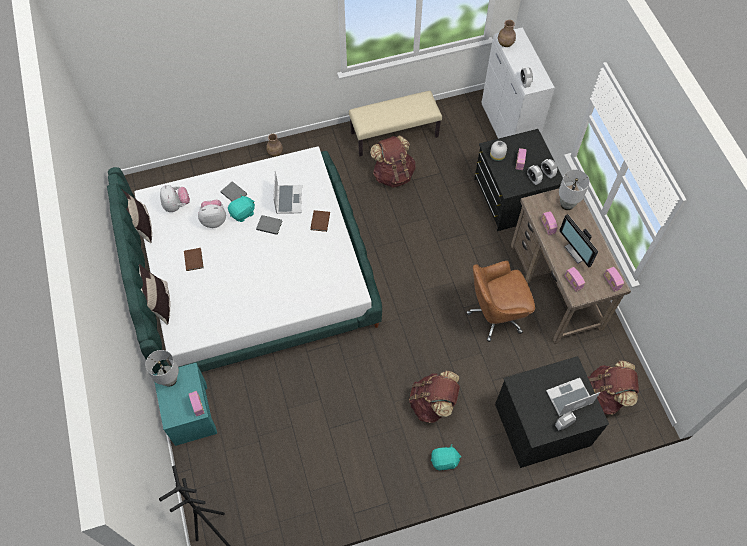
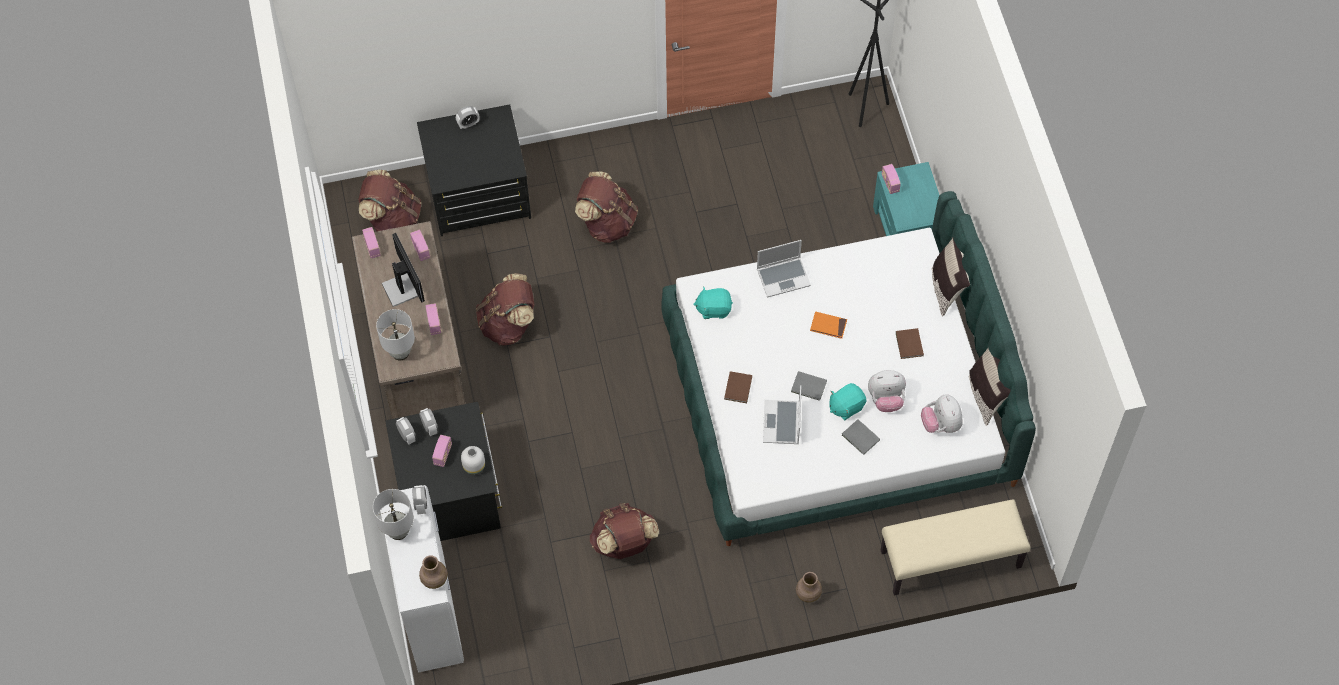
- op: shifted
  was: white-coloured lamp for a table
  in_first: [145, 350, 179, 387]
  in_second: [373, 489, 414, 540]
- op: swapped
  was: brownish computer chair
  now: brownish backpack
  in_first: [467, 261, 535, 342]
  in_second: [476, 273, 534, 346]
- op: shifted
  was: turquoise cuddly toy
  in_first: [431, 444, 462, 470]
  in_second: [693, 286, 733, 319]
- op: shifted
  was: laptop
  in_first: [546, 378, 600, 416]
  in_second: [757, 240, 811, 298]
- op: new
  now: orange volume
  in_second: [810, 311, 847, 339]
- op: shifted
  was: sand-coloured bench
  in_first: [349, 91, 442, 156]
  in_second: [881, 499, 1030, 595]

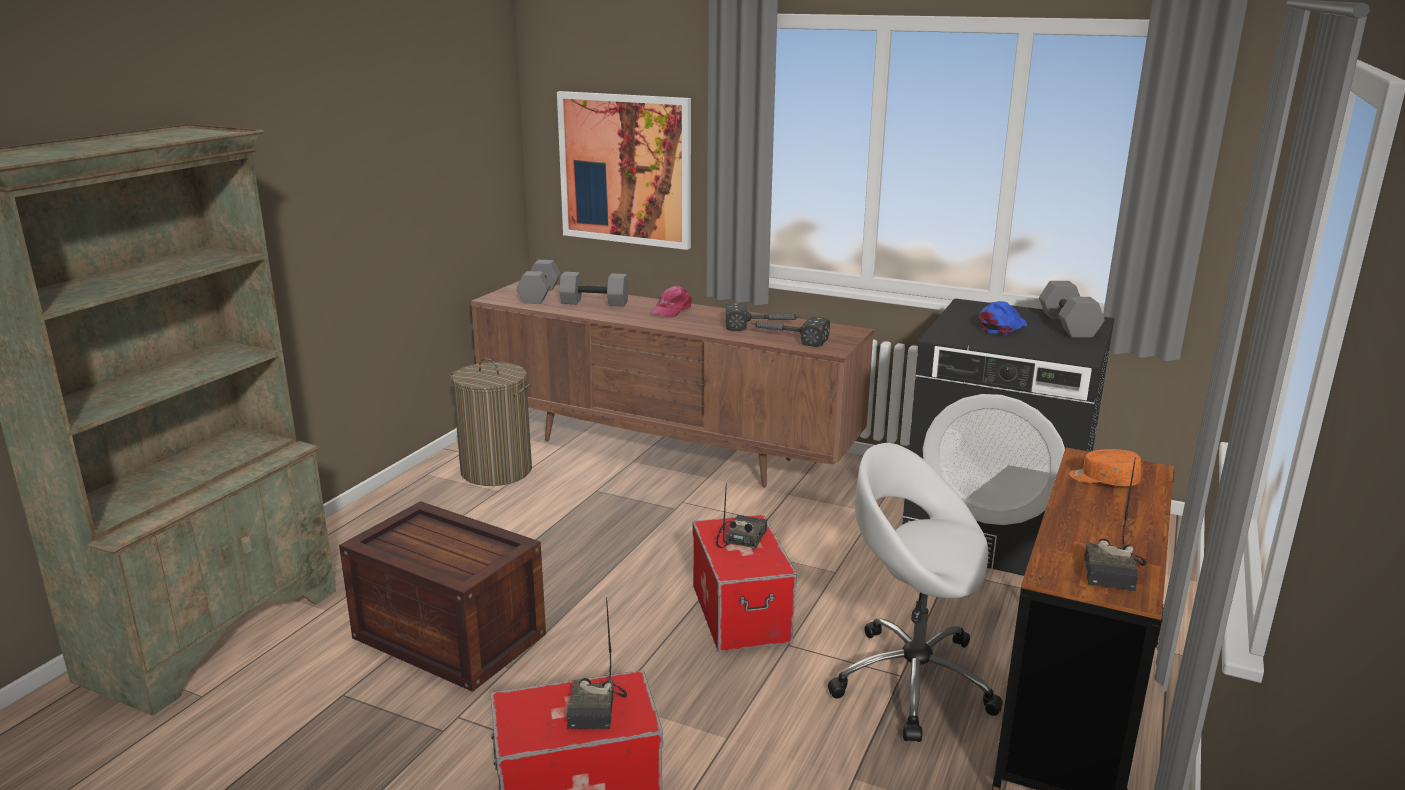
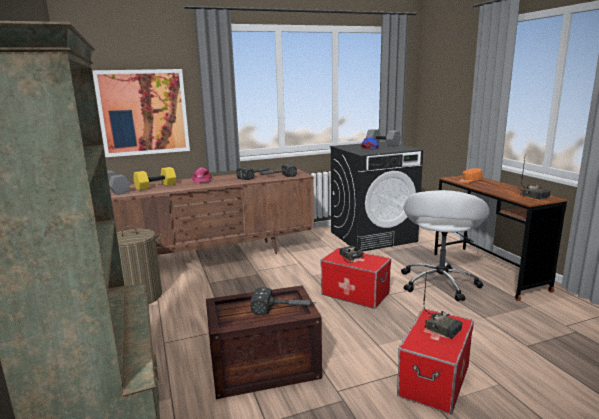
- op: repainted
  was: grey free weight
  now: yellow-coloured free weight
  in_first: [559, 272, 629, 306]
  in_second: [133, 167, 176, 190]
- op: new
  now: tool hammer
  in_second: [251, 287, 316, 315]
- op: rotated
  was: white-coloured computer chair
  in_first: [828, 443, 1003, 742]
  in_second: [401, 190, 489, 301]
  clockwise: -45

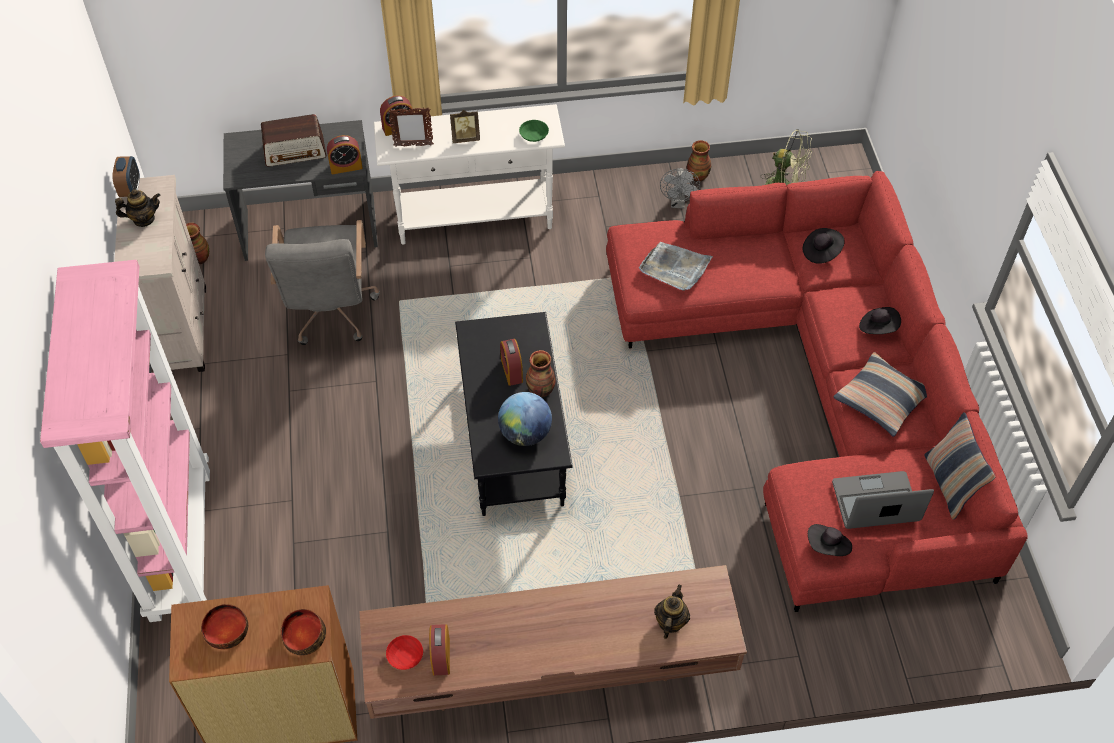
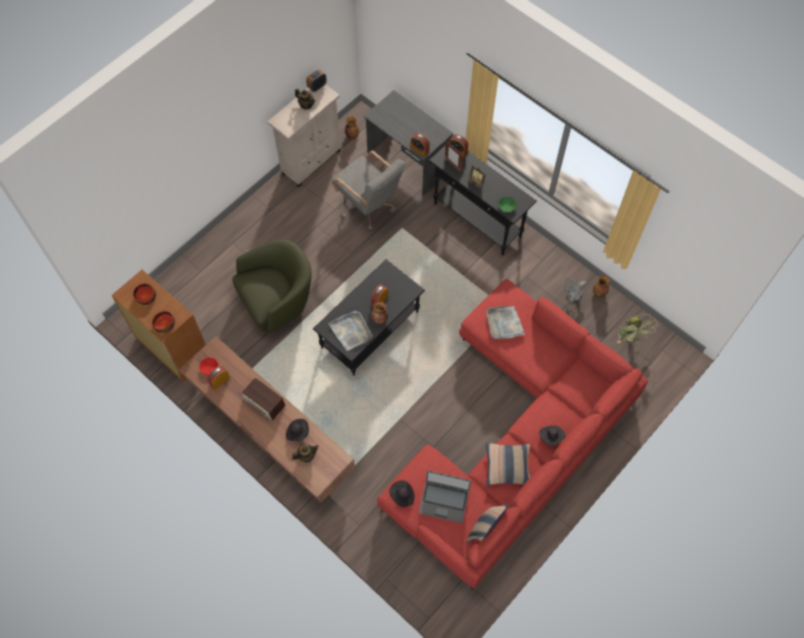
- op: new
  now: green lounge chair
  in_second: [232, 240, 312, 334]
- op: shifted
  was: radio
  in_first: [261, 114, 326, 167]
  in_second: [242, 378, 286, 421]
- op: shifted
  was: black clothing hat
  in_first: [803, 228, 845, 264]
  in_second: [286, 419, 309, 441]
- op: swapped
  was: world globe
  now: grey carrying tray
  in_first: [498, 392, 552, 446]
  in_second: [328, 311, 372, 351]
- op: rotated
  was: grey computer chair
  in_first: [265, 220, 380, 345]
  in_second: [332, 150, 405, 231]
  clockwise: -90
- op: rotated
  was: laptop
  in_first: [832, 471, 934, 529]
  in_second: [419, 471, 471, 523]
  clockwise: 150
- op: repainted
  was: white-coloured console table
  now: black console table
  in_first: [373, 104, 565, 245]
  in_second: [429, 146, 537, 256]
- op: gone
  was: pink-coloured bookshelf
  in_first: [40, 260, 210, 622]

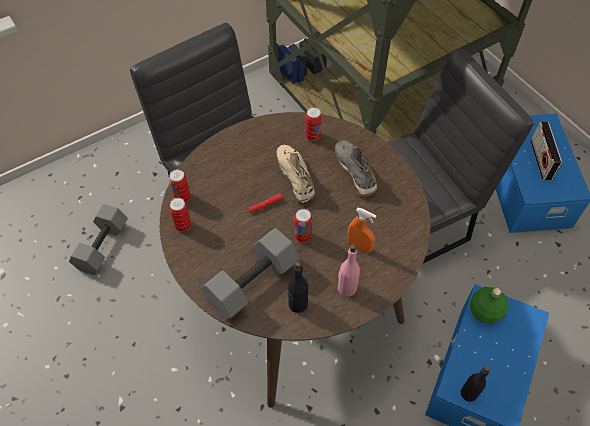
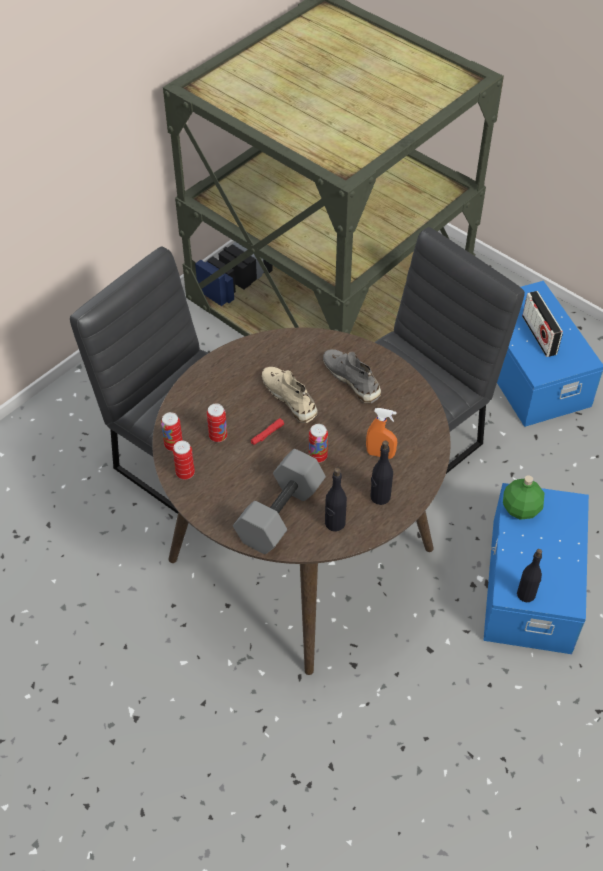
- op: shifted
  was: can
  in_first: [305, 107, 322, 141]
  in_second: [207, 403, 227, 442]
- op: repainted
  was: pink-coloured drink bottle
  now: black drink bottle
  in_first: [338, 244, 360, 297]
  in_second: [370, 441, 393, 505]
- op: gone
  was: grey free weight
  in_first: [69, 204, 128, 275]

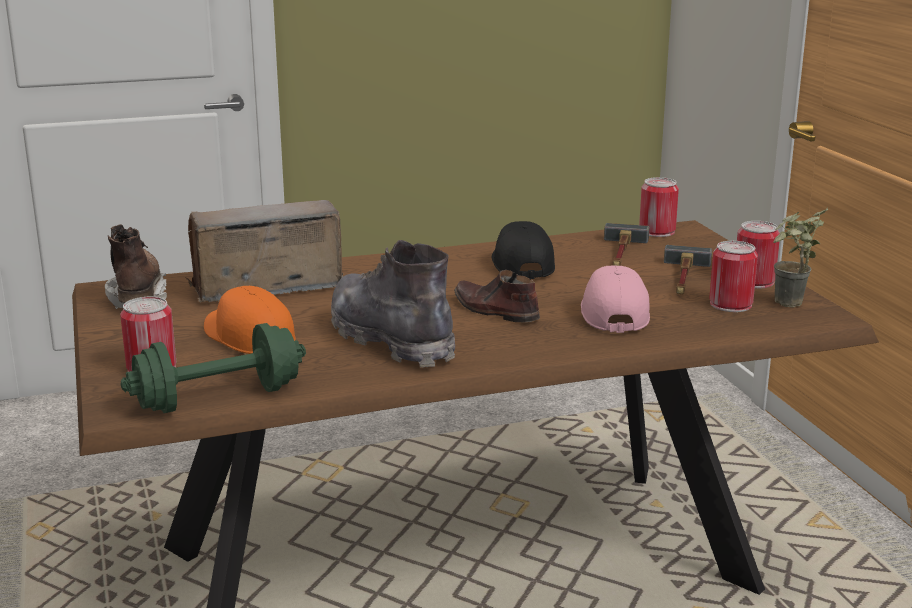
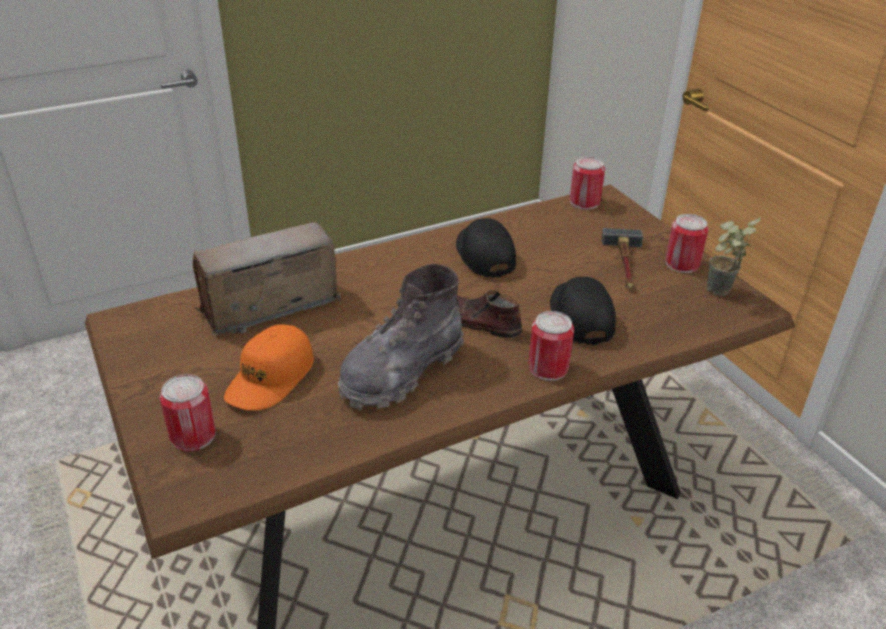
- op: rotated
  was: orange baseball cap
  in_first: [204, 286, 296, 354]
  in_second: [224, 325, 314, 410]
  clockwise: -105
- op: rotated
  was: grey high-top boot
  in_first: [331, 240, 455, 367]
  in_second: [338, 264, 464, 410]
  clockwise: -90
- op: shifted
  was: can
  in_first: [709, 241, 758, 312]
  in_second: [528, 311, 574, 381]
- op: repainted
  was: pink-coloured baseball cap
  now: black baseball cap
  in_first: [581, 265, 650, 333]
  in_second: [550, 277, 616, 345]
- op: gone
  was: brownish high-top boot
  in_first: [105, 224, 167, 309]
- op: gone
  was: green free weight
  in_first: [121, 323, 306, 413]
- op: gone
  was: tool hammer
  in_first: [604, 223, 650, 266]

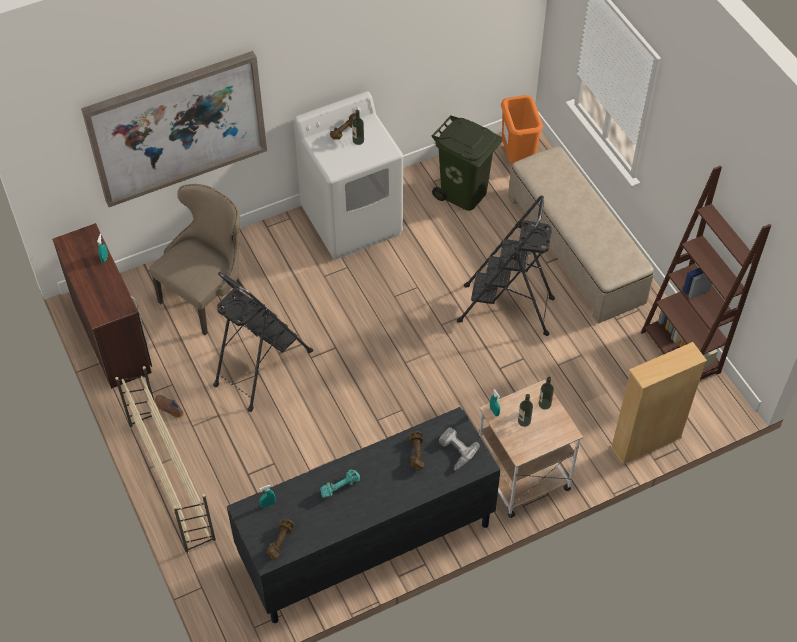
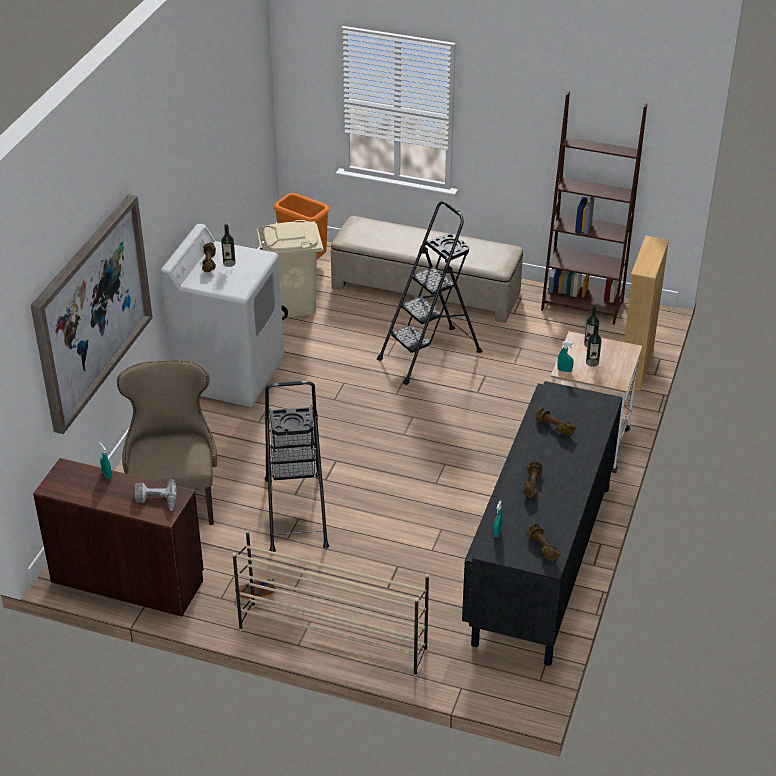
- op: shifted
  was: drill
  in_first: [439, 427, 480, 470]
  in_second: [135, 479, 177, 511]
- op: repainted
  was: green waste bin
  now: sand-coloured waste bin
  in_first: [432, 115, 503, 211]
  in_second: [256, 220, 324, 320]
- op: repainted
  was: turquoise free weight
  now: brownish free weight
  in_first: [320, 470, 360, 498]
  in_second: [523, 461, 543, 498]

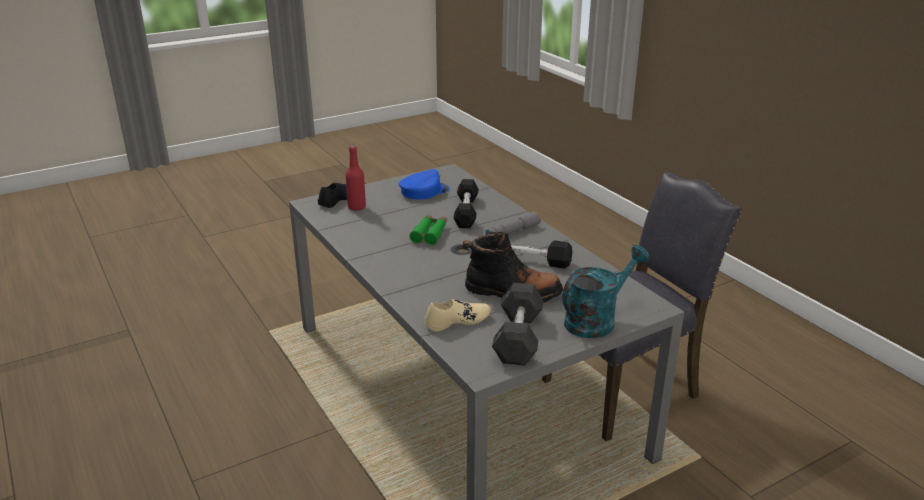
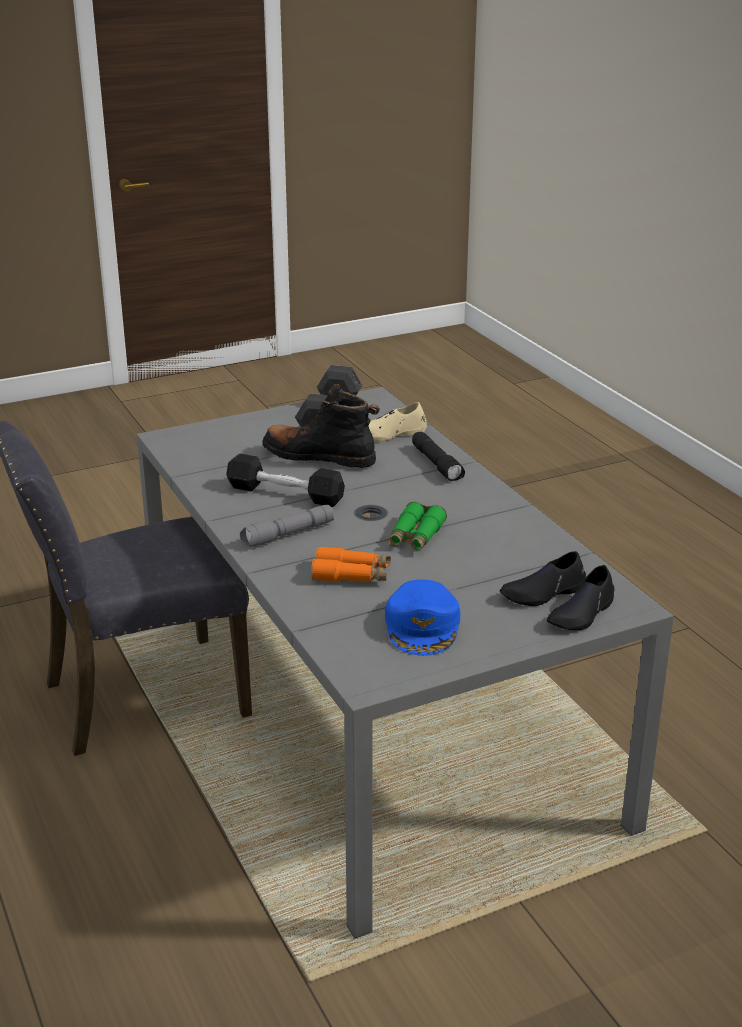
- op: swapped
  was: black free weight
  now: orange binoculars
  in_first: [453, 179, 478, 228]
  in_second: [311, 546, 391, 582]
- op: rotated
  was: blue-coloured baseball cap
  in_first: [398, 169, 450, 200]
  in_second: [385, 579, 461, 656]
  clockwise: -60
- op: new
  now: black hand torch
  in_second: [412, 432, 465, 481]
- op: swapped
  was: reddish drink bottle
  now: black low shoe
  in_first: [346, 146, 366, 210]
  in_second: [500, 551, 586, 606]
- op: gone
  was: turquoise watering pot
  in_first: [562, 245, 650, 338]

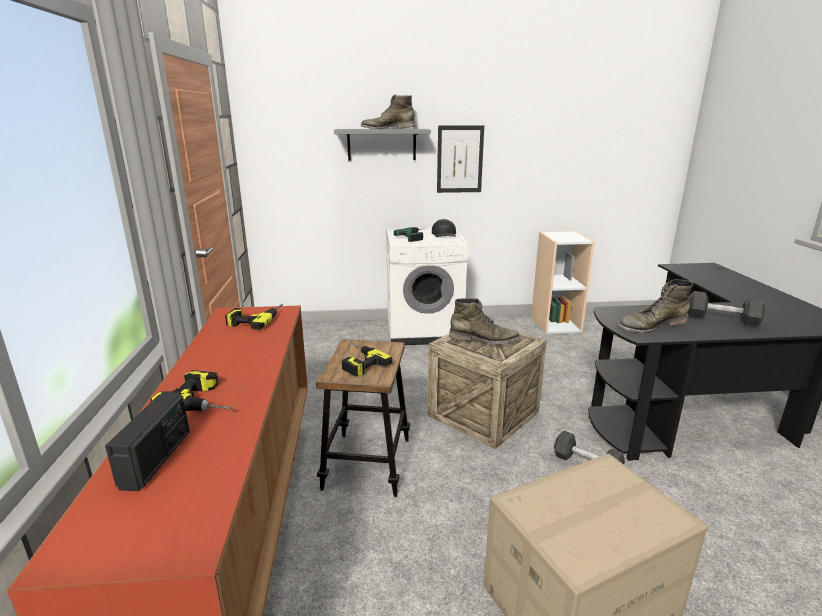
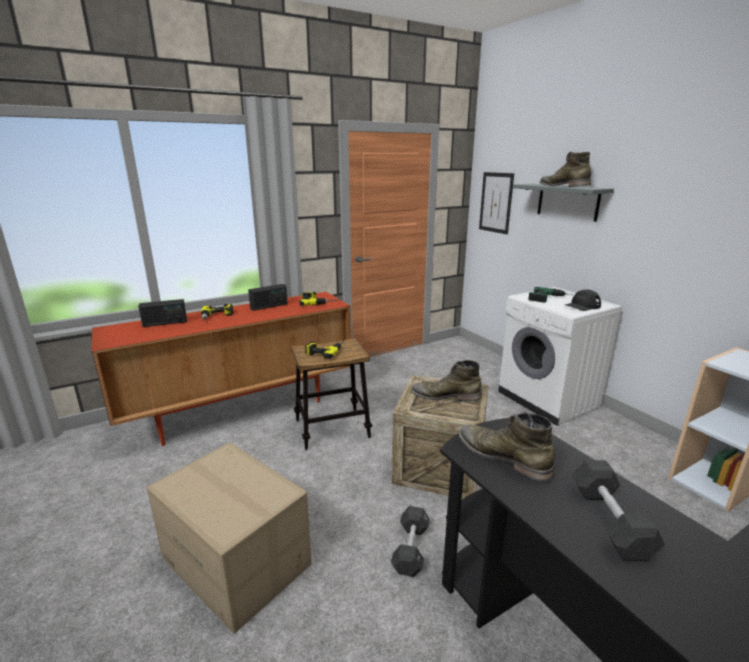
- op: new
  now: radio
  in_second: [248, 284, 288, 311]
- op: rotated
  was: green high-top boot
  in_first: [449, 298, 520, 344]
  in_second: [411, 360, 482, 401]
  clockwise: 120
- op: shifted
  was: picture
  in_first: [437, 125, 484, 193]
  in_second: [479, 172, 514, 234]

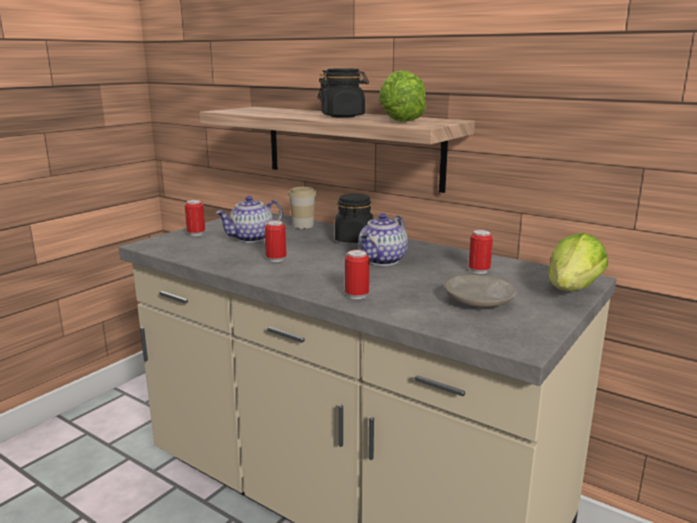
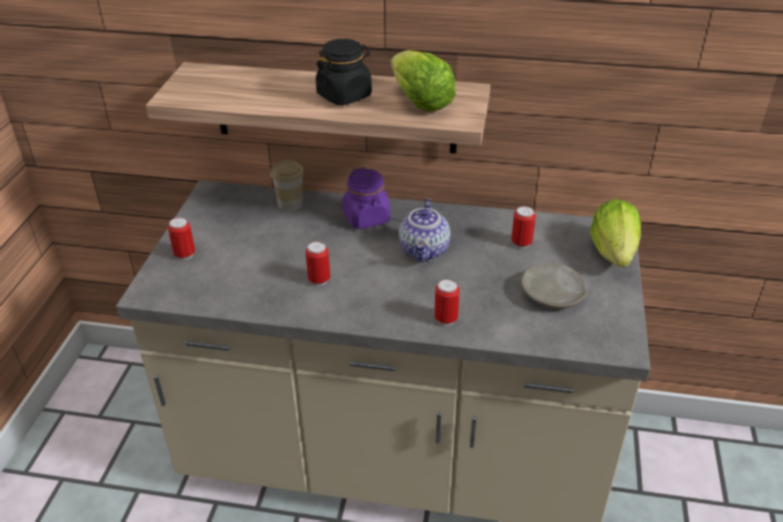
- op: repainted
  was: black jar
  now: purple jar
  in_first: [335, 194, 373, 243]
  in_second: [342, 167, 390, 229]
- op: gone
  was: pot for tea
  in_first: [216, 196, 283, 243]

